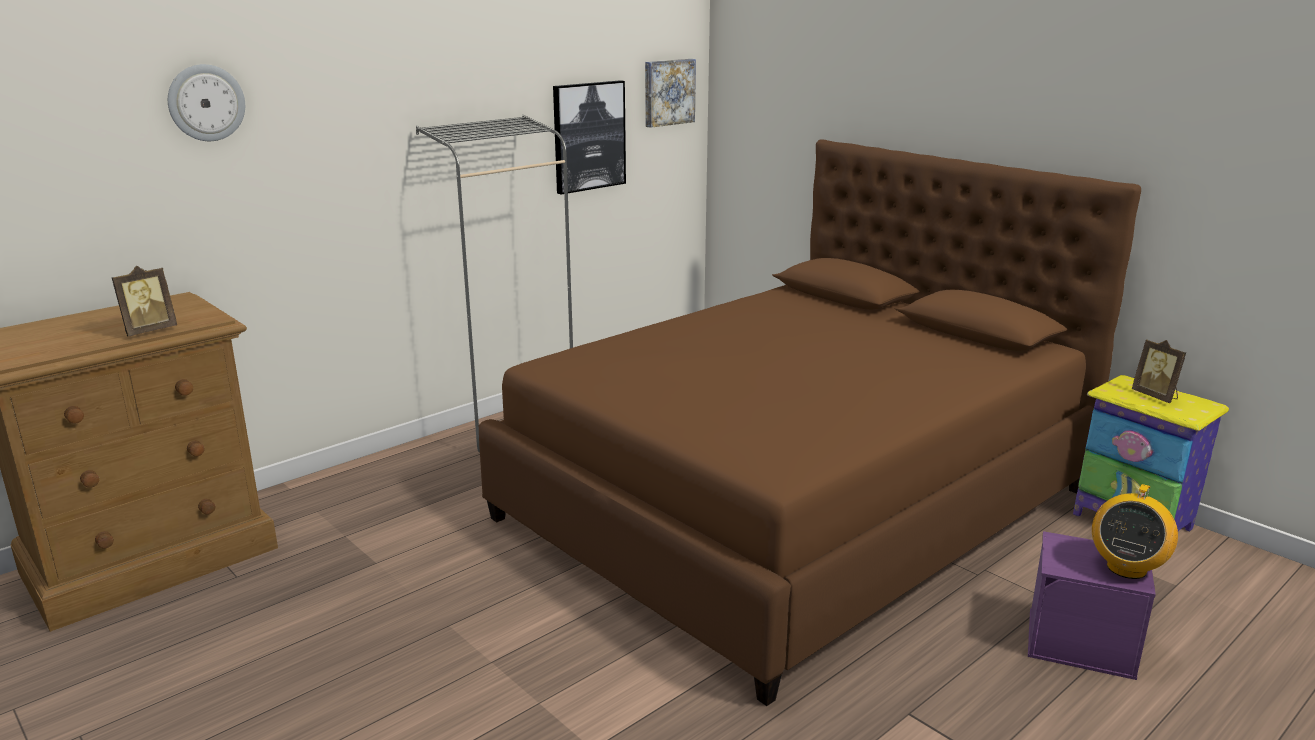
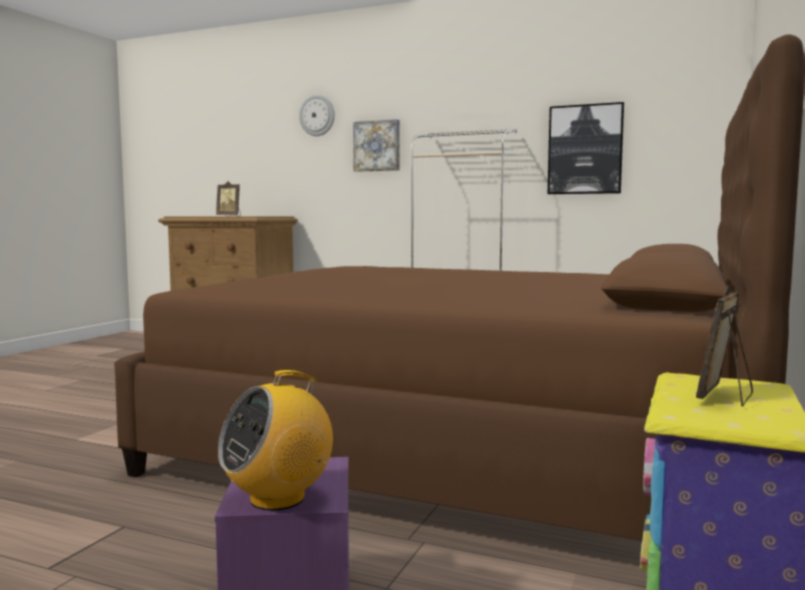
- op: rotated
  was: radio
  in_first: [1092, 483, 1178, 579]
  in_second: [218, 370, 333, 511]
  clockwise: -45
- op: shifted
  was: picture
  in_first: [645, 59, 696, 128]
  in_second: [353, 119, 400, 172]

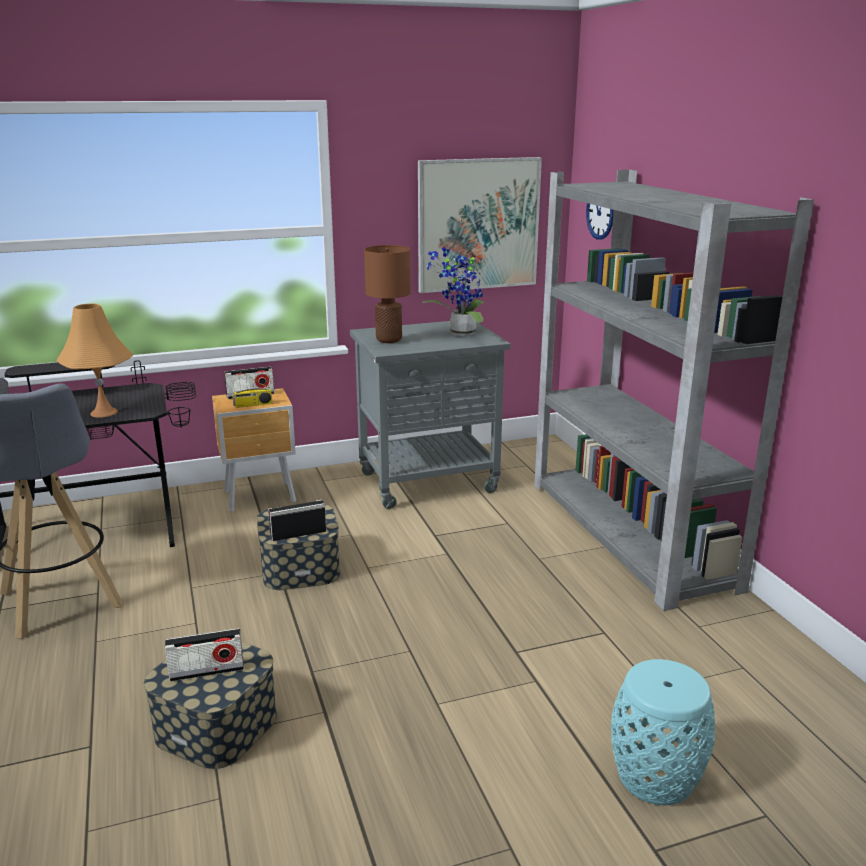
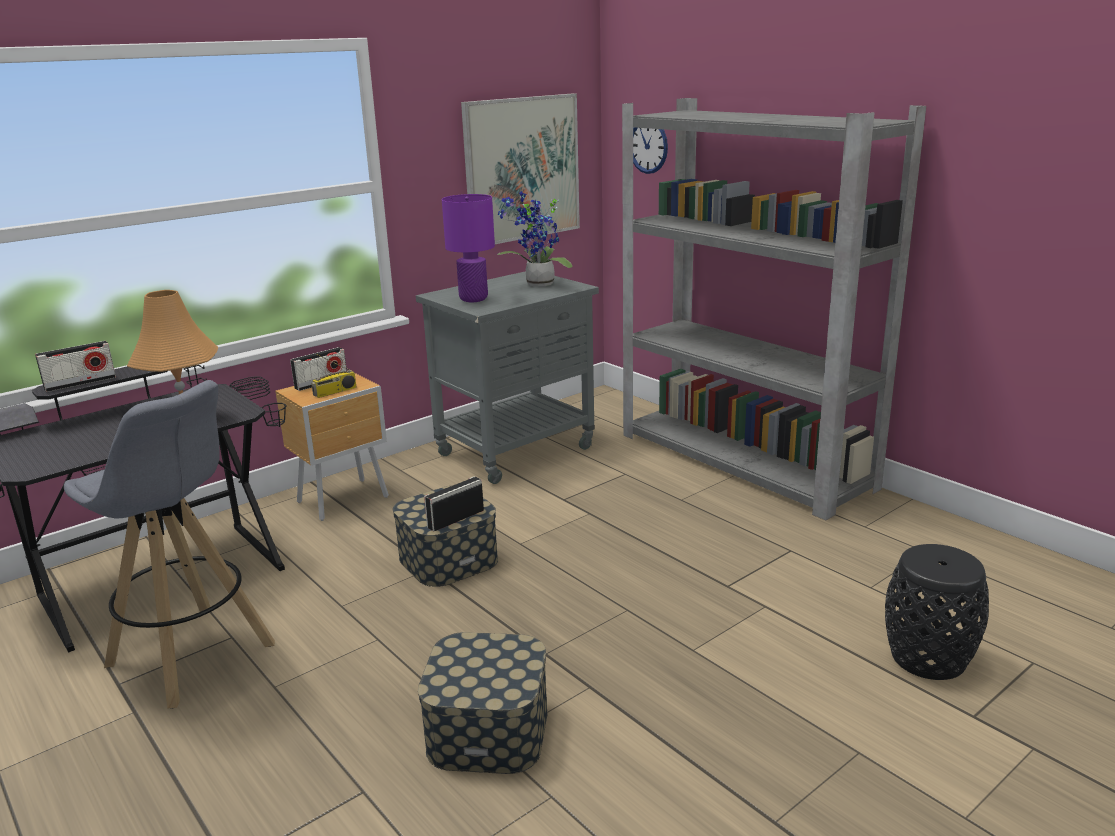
- op: shifted
  was: radio
  in_first: [165, 628, 244, 682]
  in_second: [35, 341, 116, 392]
- op: repainted
  was: brownish lamp for a table
  now: purple lamp for a table
  in_first: [364, 245, 411, 343]
  in_second: [442, 194, 495, 302]
- op: repainted
  was: turquoise stool
  now: black stool
  in_first: [611, 659, 715, 805]
  in_second: [885, 544, 989, 680]

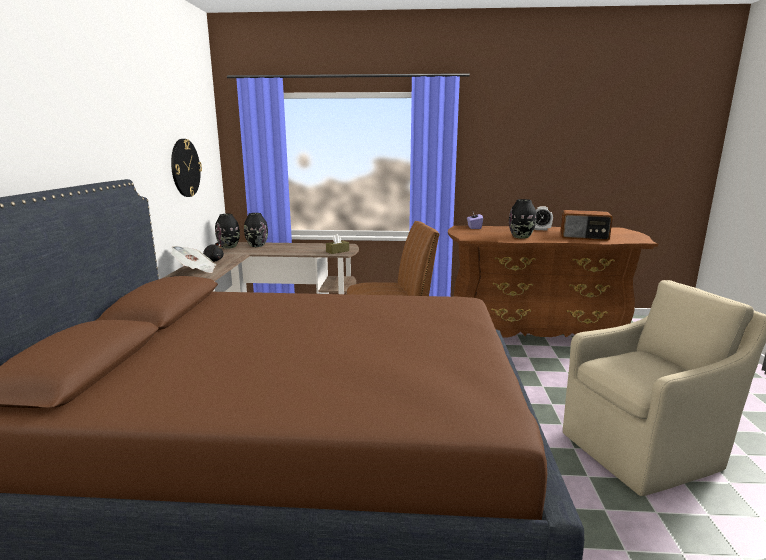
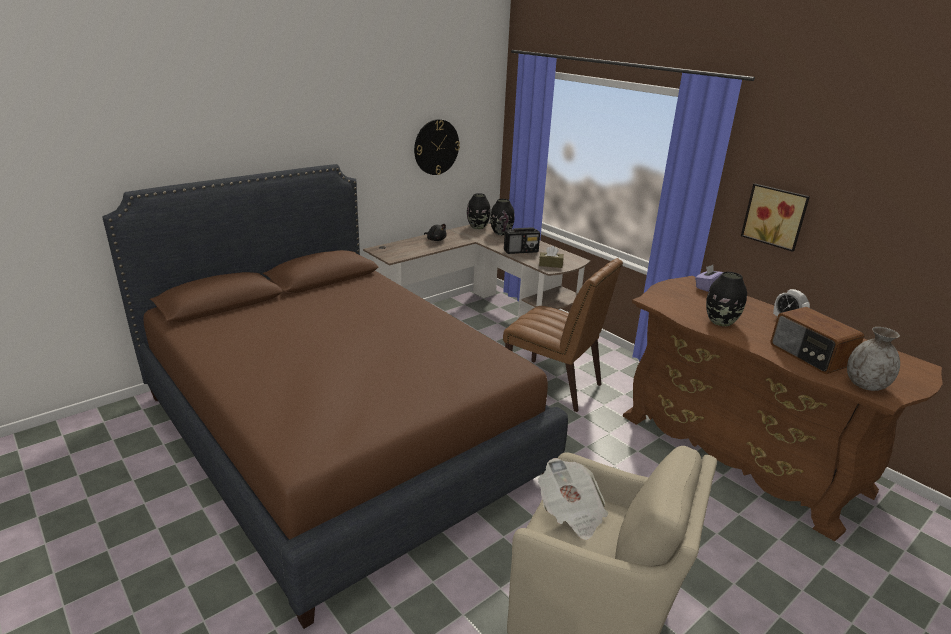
- op: new
  now: radio
  in_second: [504, 228, 540, 254]
- op: shifted
  was: daily paper
  in_first: [171, 246, 216, 273]
  in_second: [538, 458, 608, 540]
- op: new
  now: picture
  in_second: [741, 184, 810, 252]
- op: new
  now: grey vase
  in_second: [847, 327, 900, 391]

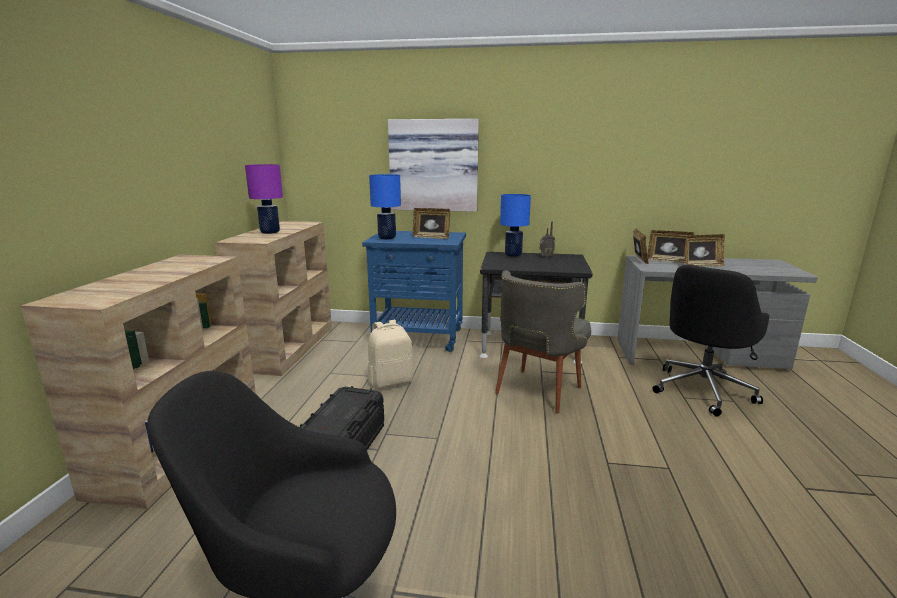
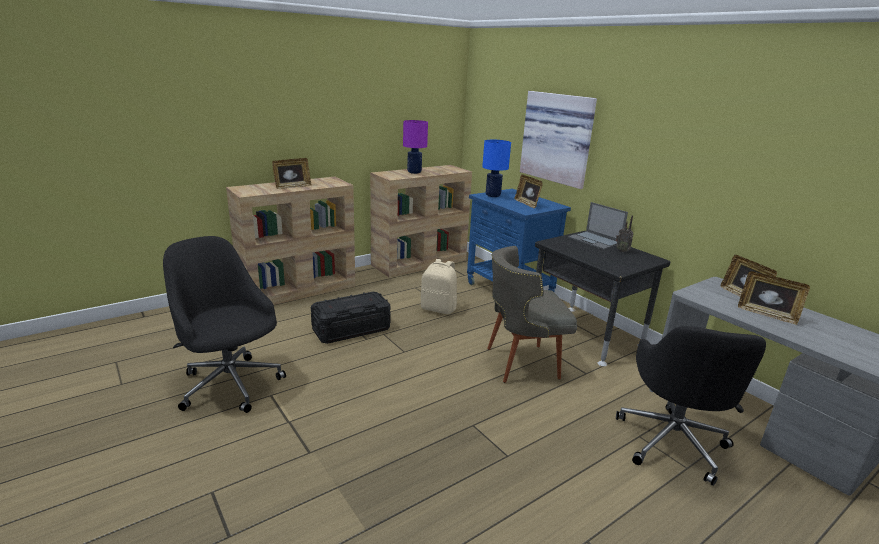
- op: shifted
  was: photo frame
  in_first: [633, 228, 649, 264]
  in_second: [272, 158, 312, 189]
- op: swapped
  was: blue-coloured lamp for a table
  now: laptop
  in_first: [500, 194, 531, 257]
  in_second: [568, 202, 628, 250]
- op: rotated
  was: black computer chair
  in_first: [653, 265, 769, 417]
  in_second: [616, 326, 766, 486]
  clockwise: -75

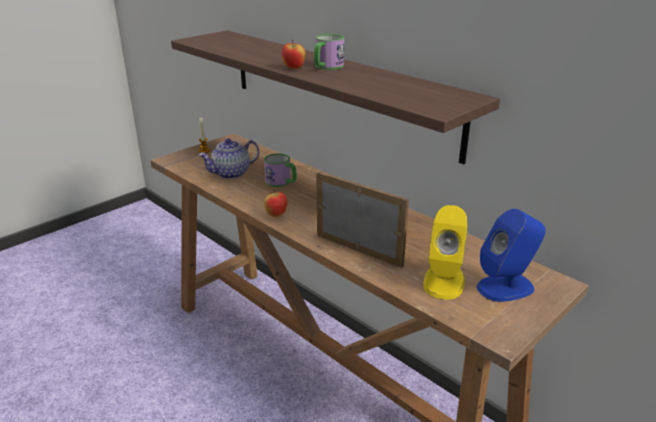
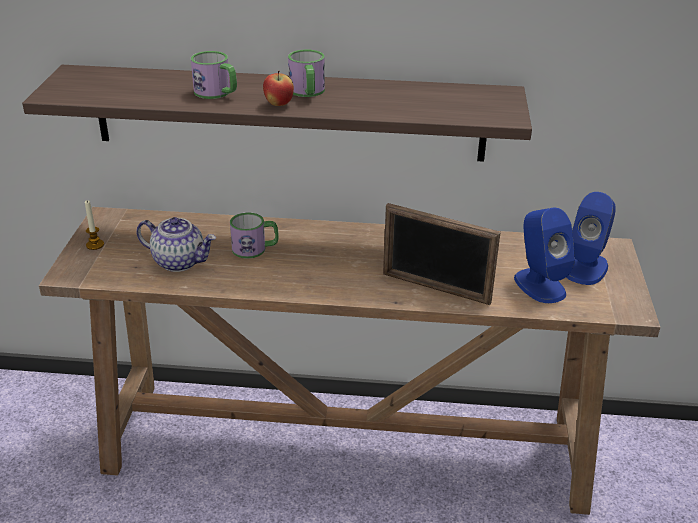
- op: rotated
  was: pot for tea
  in_first: [198, 138, 259, 179]
  in_second: [136, 217, 216, 272]
  clockwise: -90
- op: new
  now: coffee mug
  in_second: [191, 51, 237, 99]
- op: rotated
  was: photo frame
  in_first: [317, 171, 409, 268]
  in_second: [383, 203, 501, 305]
  clockwise: -150
- op: repainted
  was: yellow-coloured audio speaker
  now: blue-coloured audio speaker
  in_first: [424, 205, 468, 300]
  in_second: [514, 208, 575, 303]
- op: gone
  was: apple
  in_first: [264, 189, 287, 217]

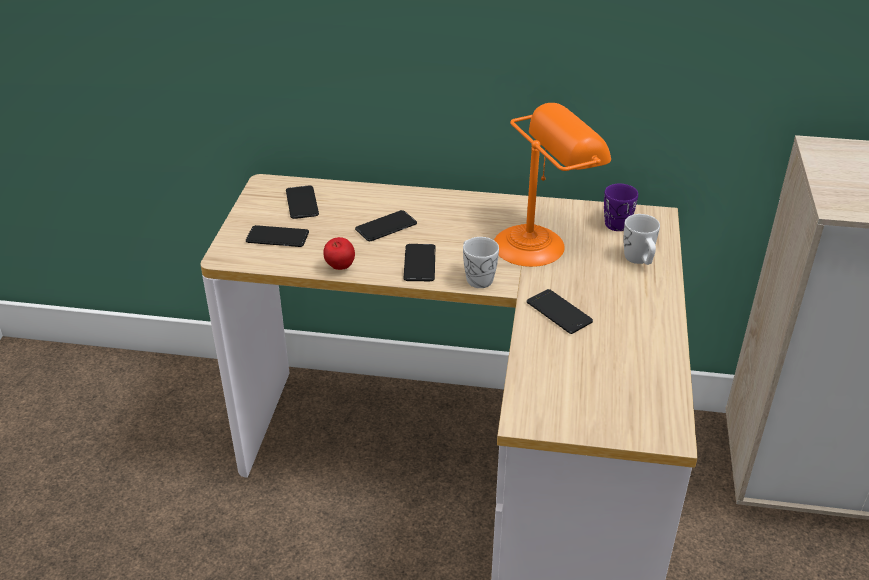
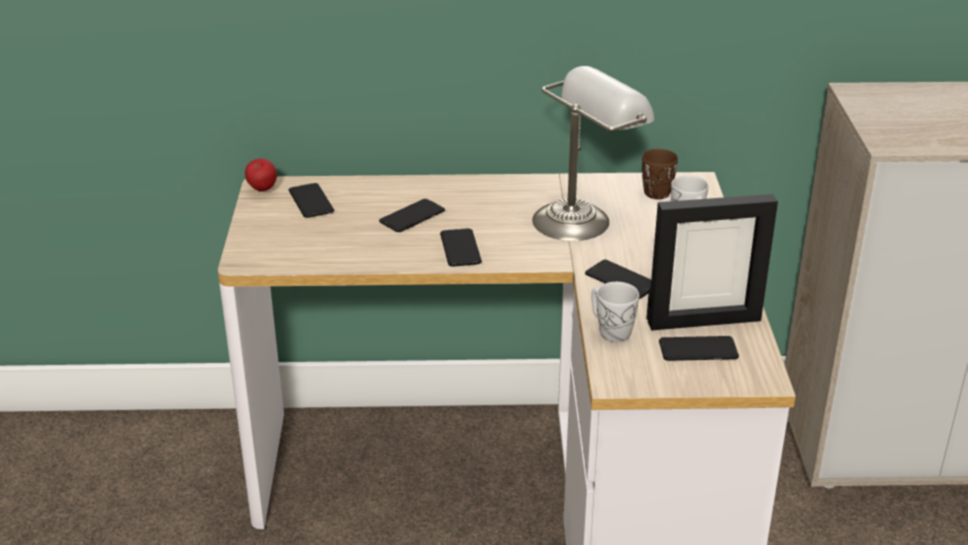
- op: shifted
  was: apple
  in_first: [323, 237, 355, 270]
  in_second: [245, 159, 277, 191]
- op: repainted
  was: orange lamp for a table
  now: white-coloured lamp for a table
  in_first: [494, 103, 611, 267]
  in_second: [532, 66, 654, 241]
- op: shifted
  was: white-coloured coffee mug
  in_first: [463, 237, 499, 288]
  in_second: [591, 282, 639, 342]
- op: repainted
  was: purple coffee mug
  now: brownish coffee mug
  in_first: [604, 184, 638, 231]
  in_second: [642, 149, 678, 199]
- op: new
  now: photo frame
  in_second: [646, 194, 778, 330]
- op: shifted
  was: telephone
  in_first: [246, 225, 309, 247]
  in_second: [659, 336, 739, 361]

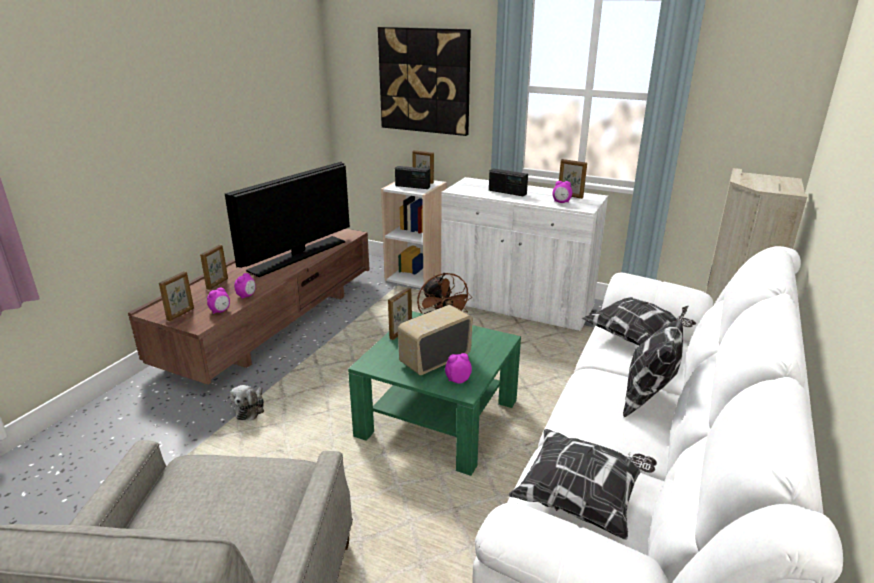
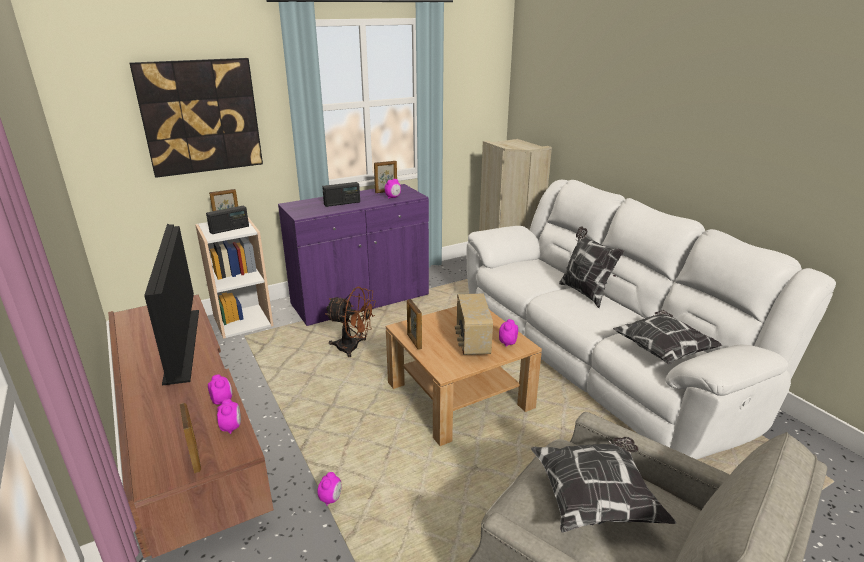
- op: repainted
  was: white-coloured storage cabinet
  now: purple storage cabinet
  in_first: [441, 177, 608, 331]
  in_second: [278, 184, 429, 326]
- op: swapped
  was: cuddly toy
  now: bedside clock
  in_first: [230, 385, 264, 421]
  in_second: [318, 472, 342, 505]
- op: repainted
  was: green lounge table
  now: brownish lounge table
  in_first: [348, 311, 521, 476]
  in_second: [386, 306, 542, 446]
- op: shifted
  was: throw pillow
  in_first: [582, 297, 696, 346]
  in_second: [531, 437, 676, 533]
- op: gone
  was: photo frame
  in_first: [200, 244, 228, 290]

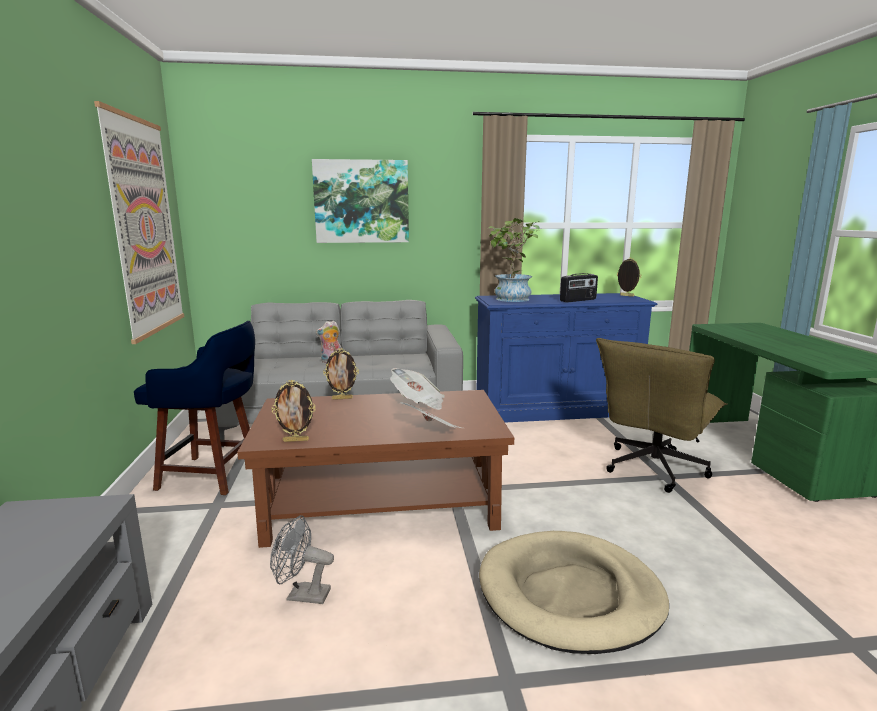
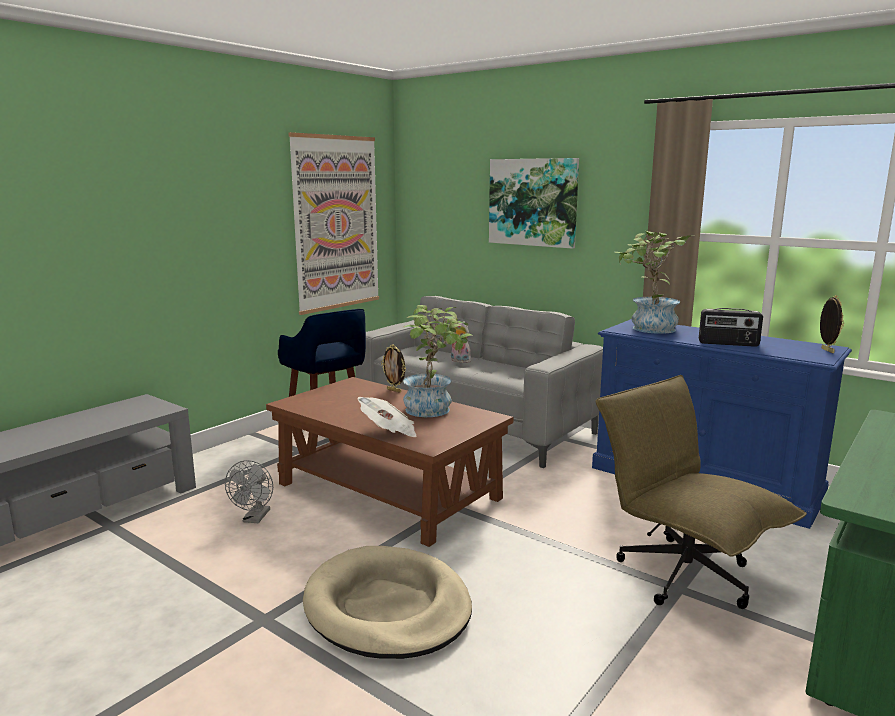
- op: rotated
  was: grey fan
  in_first: [270, 515, 334, 604]
  in_second: [225, 460, 273, 523]
  clockwise: -135
- op: swapped
  was: daily paper
  now: plant in a pot
  in_first: [390, 368, 445, 410]
  in_second: [402, 305, 472, 417]
- op: rotated
  was: sand-coloured computer chair
  in_first: [596, 338, 728, 493]
  in_second: [596, 375, 807, 609]
  clockwise: 60
- op: gone
  was: photo frame
  in_first: [271, 380, 316, 442]

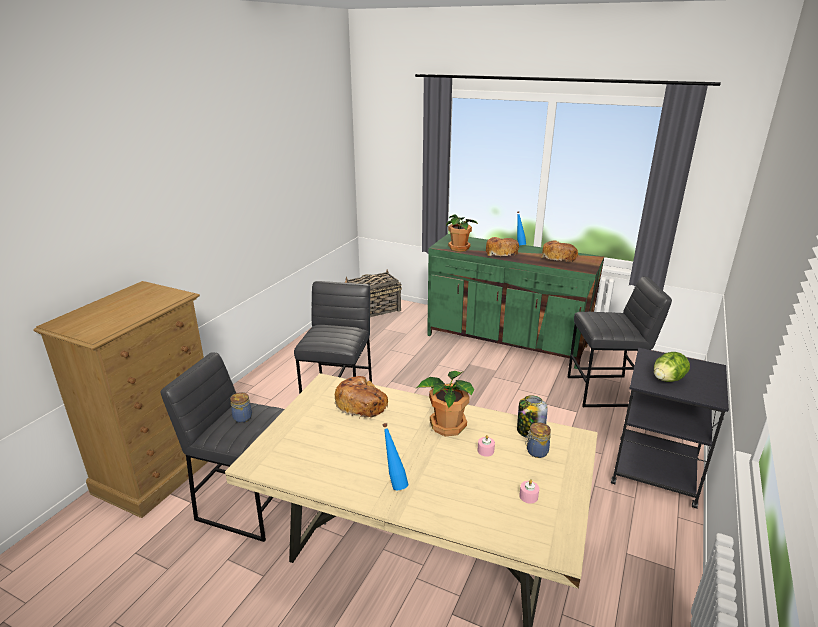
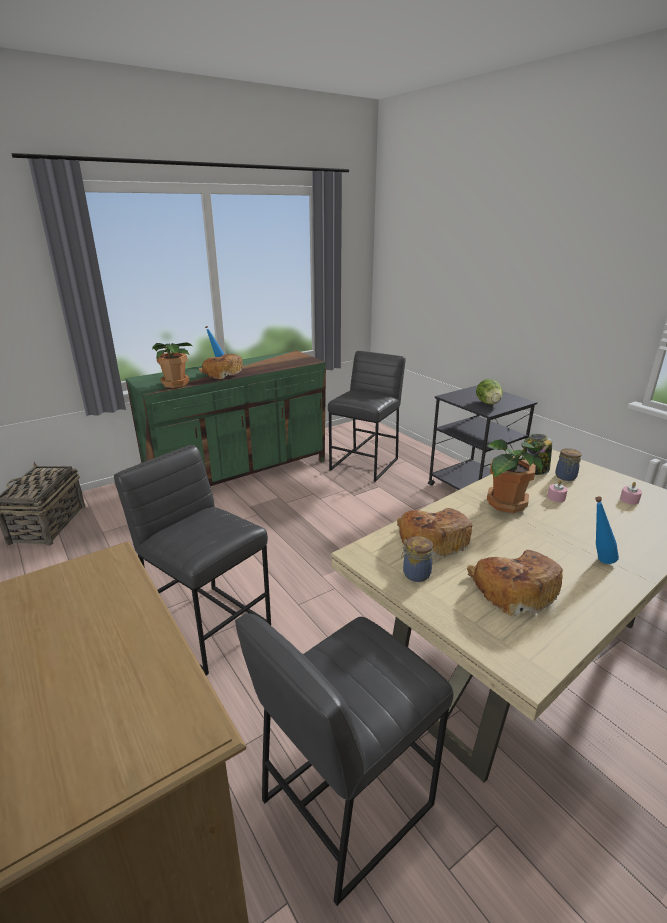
- op: shifted
  was: jar
  in_first: [230, 392, 252, 423]
  in_second: [401, 536, 433, 582]
- op: shifted
  was: bread
  in_first: [541, 240, 578, 263]
  in_second: [467, 550, 563, 616]

